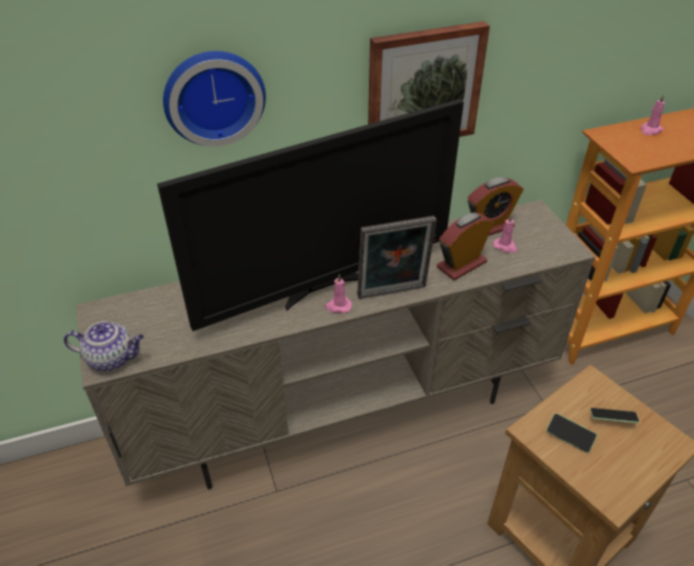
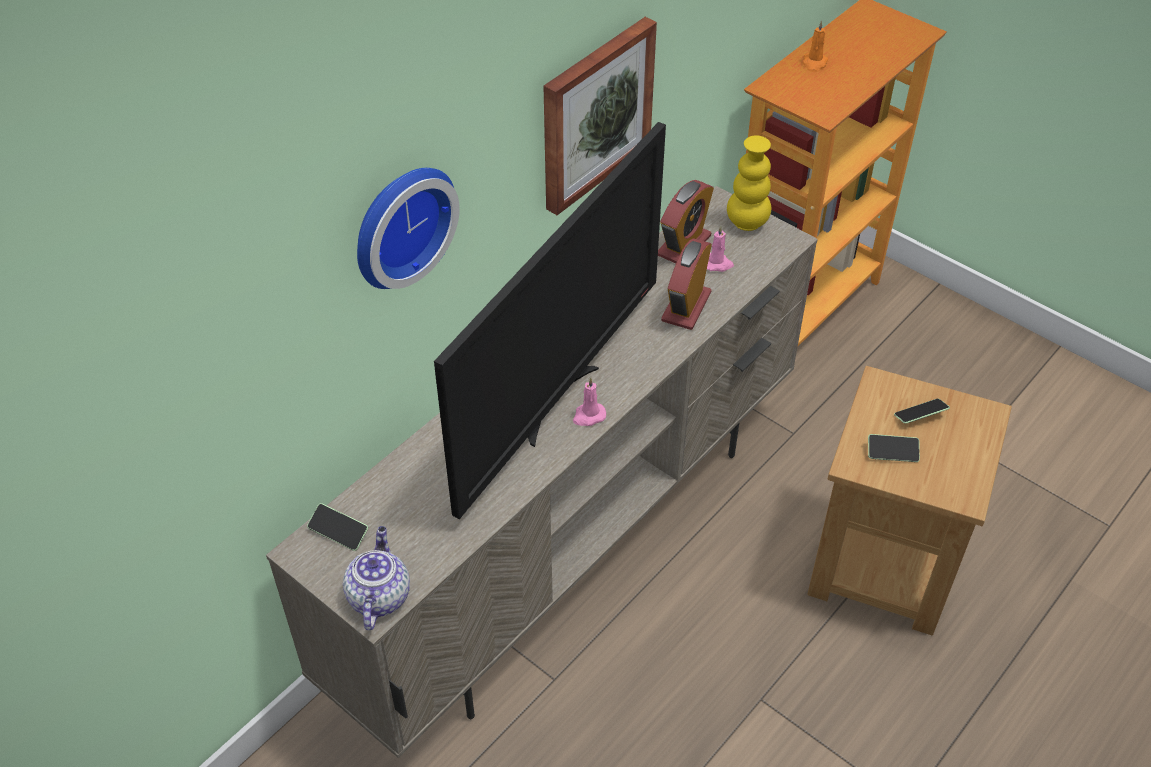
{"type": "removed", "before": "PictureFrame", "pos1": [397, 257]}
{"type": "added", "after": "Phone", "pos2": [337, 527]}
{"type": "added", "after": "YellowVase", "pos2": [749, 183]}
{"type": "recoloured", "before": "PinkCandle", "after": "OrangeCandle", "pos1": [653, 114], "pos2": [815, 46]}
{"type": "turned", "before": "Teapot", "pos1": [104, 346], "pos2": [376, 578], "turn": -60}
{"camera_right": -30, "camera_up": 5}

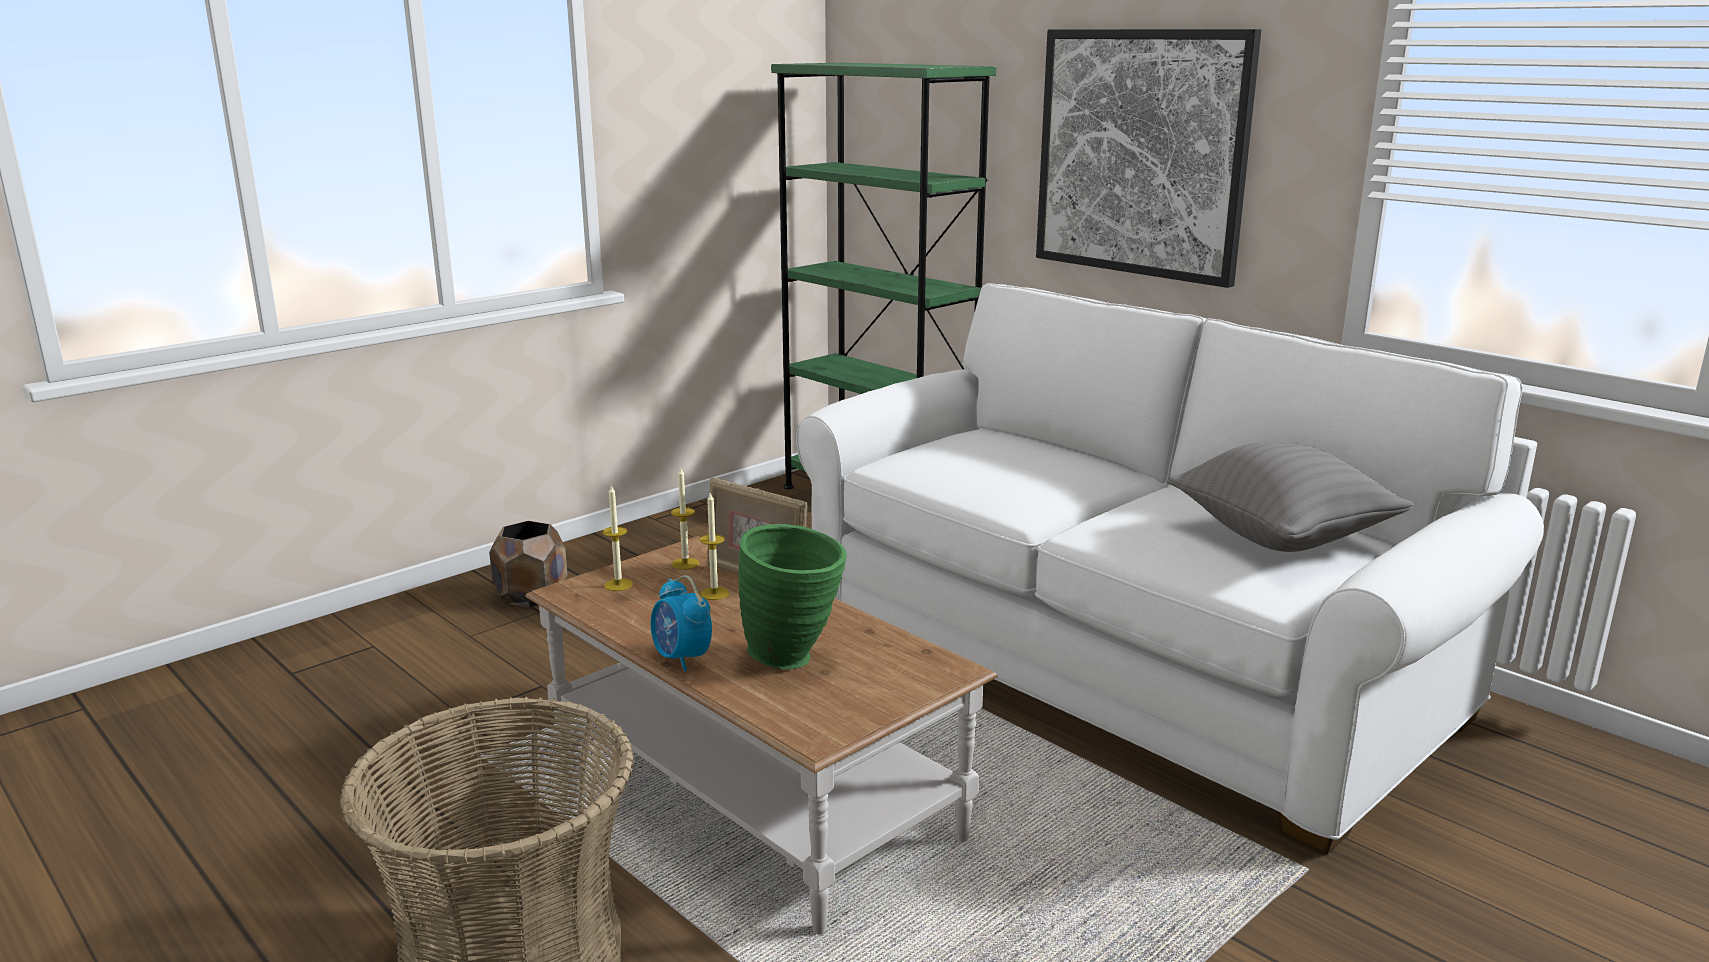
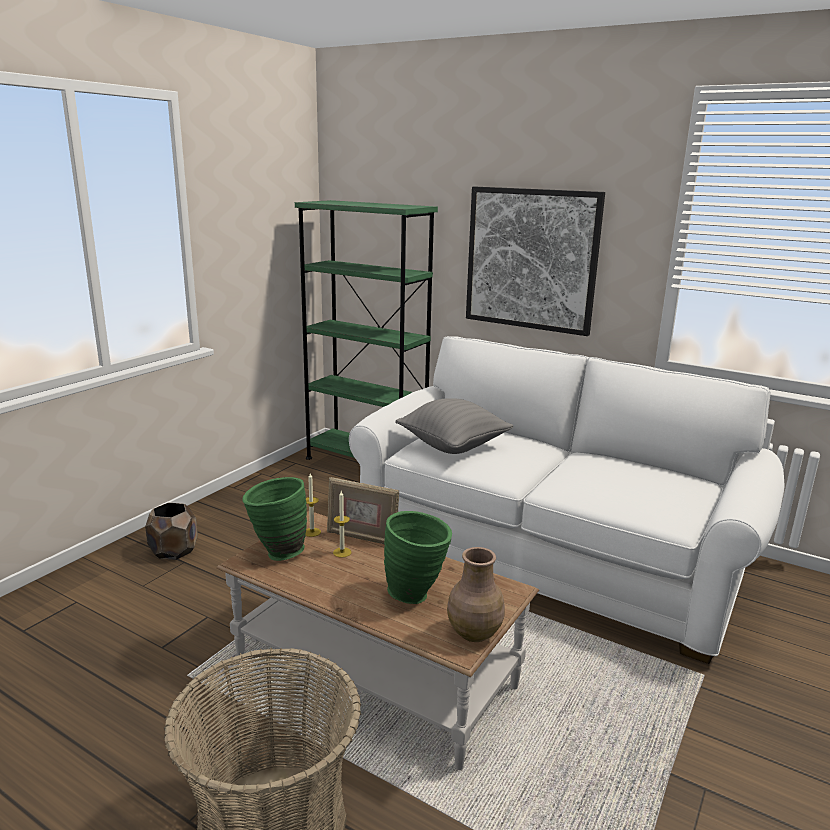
{"type": "removed", "before": "AlarmClock", "pos1": [681, 623]}
{"type": "added", "after": "BrownVase", "pos2": [476, 594]}
{"type": "moved", "before": "GreyPillow", "pos1": [1290, 497], "pos2": [454, 426]}
{"type": "replaced", "before": "Candle", "after": "GreenVase", "pos1": [617, 537], "pos2": [274, 519]}
{"camera_right": -15, "camera_up": 0}

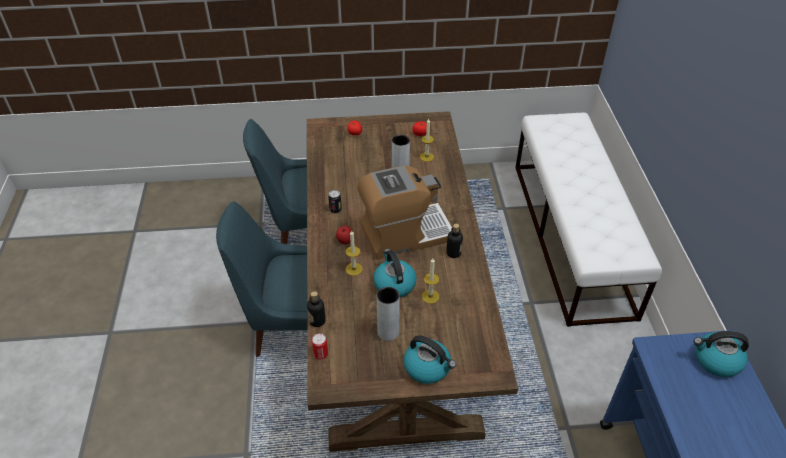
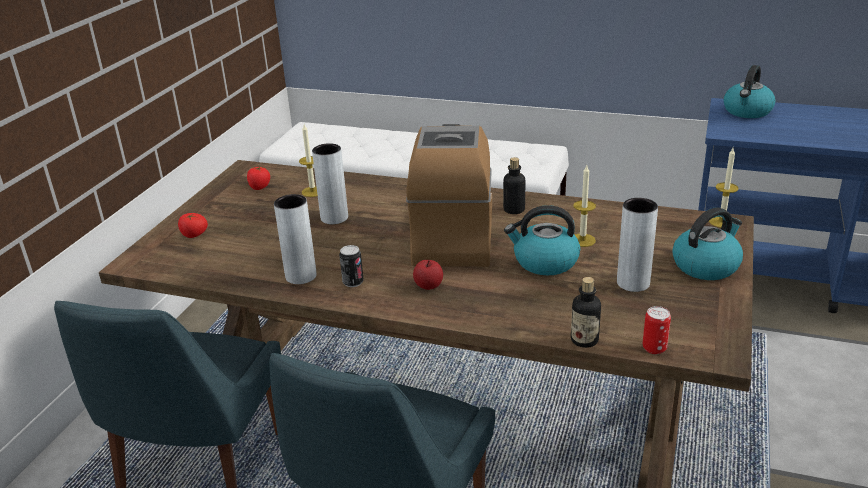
{"type": "added", "after": "GreyVase", "pos2": [295, 239]}
{"type": "moved", "before": "Candle", "pos1": [354, 253], "pos2": [723, 188]}
{"camera_right": -65, "camera_up": -15}

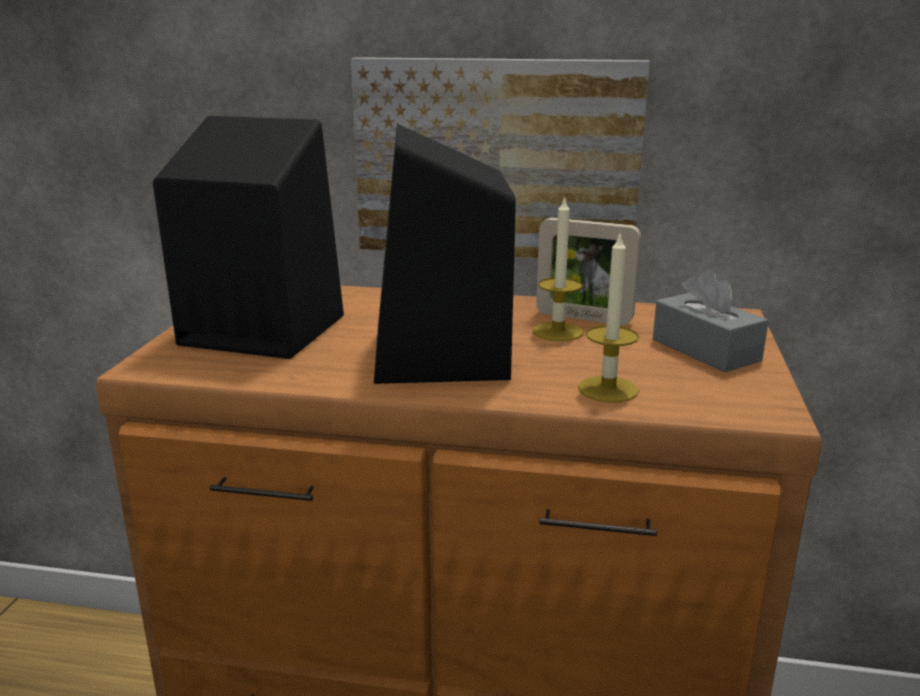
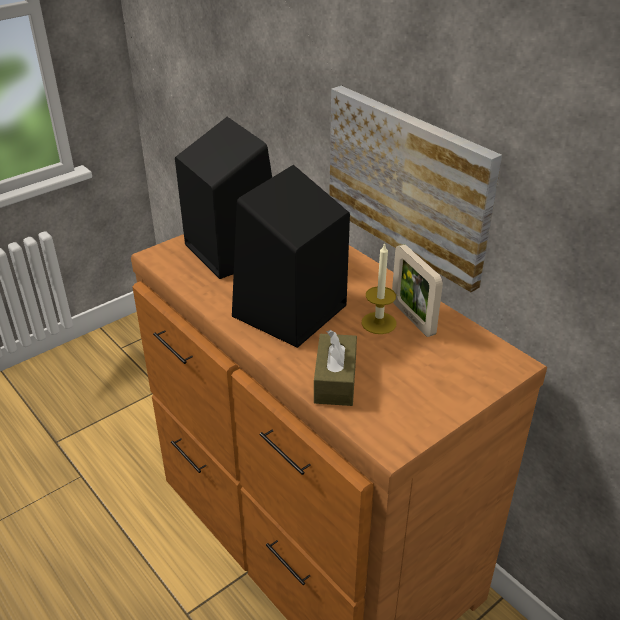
{"type": "removed", "before": "GreyTissueBox", "pos1": [710, 320]}
{"type": "replaced", "before": "Candle", "after": "BrownTissueBox", "pos1": [608, 316], "pos2": [335, 368]}
{"camera_right": 40, "camera_up": 15}

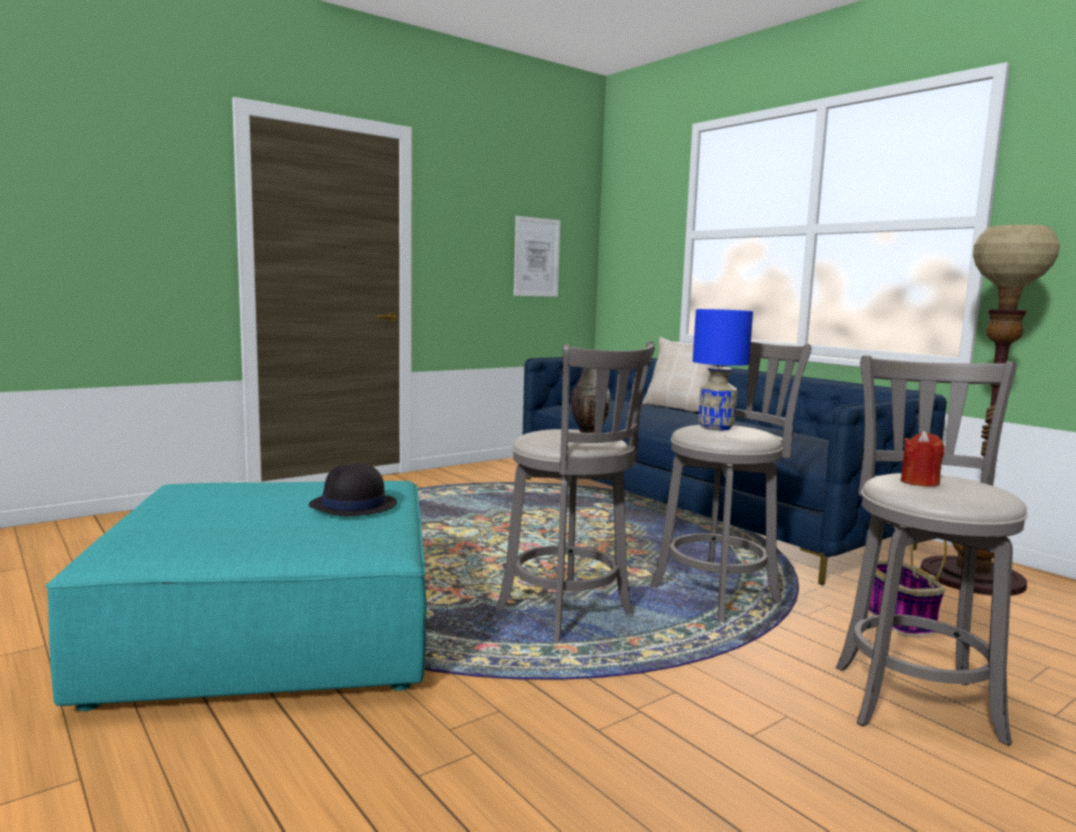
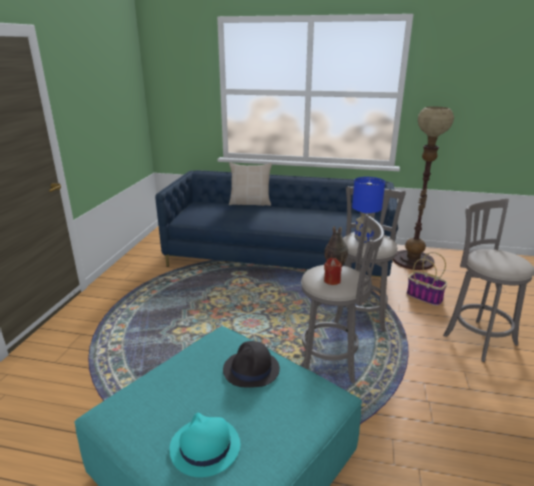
{"type": "removed", "before": "Picture", "pos1": [537, 256]}
{"type": "added", "after": "TurquoiseHat", "pos2": [204, 445]}
{"type": "moved", "before": "RedCandle", "pos1": [923, 459], "pos2": [333, 271]}
{"camera_right": -40, "camera_up": 15}

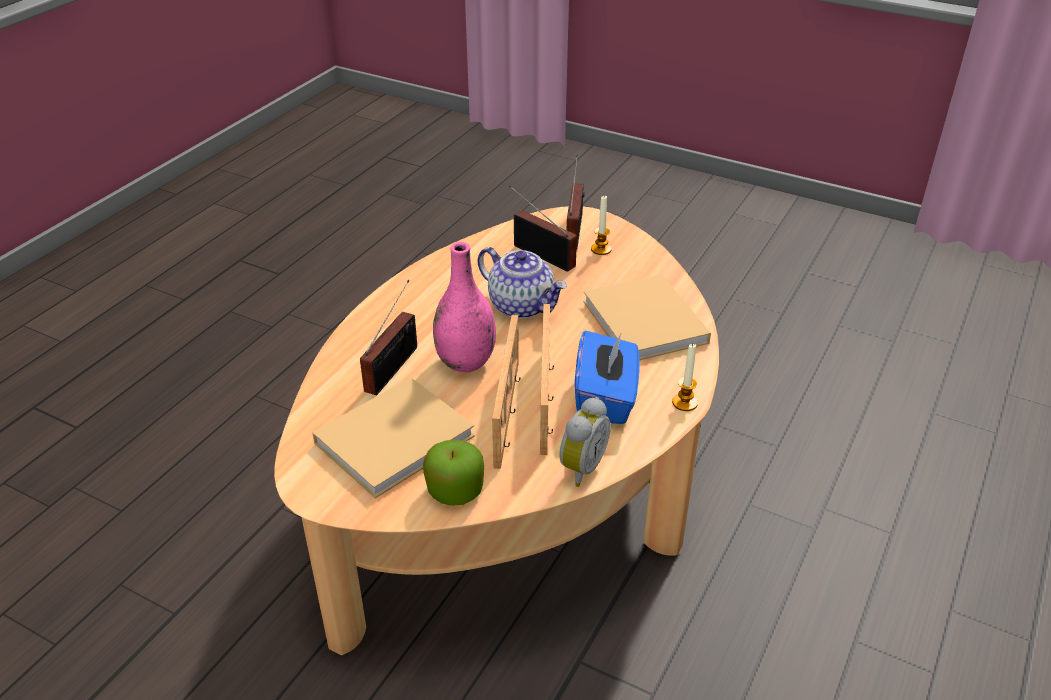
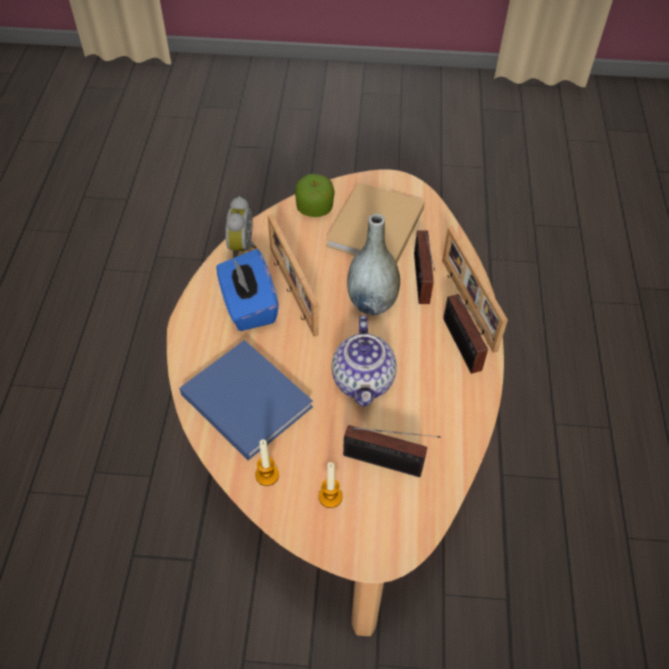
{"type": "moved", "before": "PictureFrame", "pos1": [506, 392], "pos2": [475, 289]}
{"type": "moved", "before": "Radio", "pos1": [576, 202], "pos2": [468, 334]}
{"type": "moved", "before": "Candle", "pos1": [685, 377], "pos2": [267, 462]}
{"type": "recoloured", "before": "PinkVase", "after": "GreyVase", "pos1": [464, 307], "pos2": [373, 264]}
{"type": "recoloured", "before": "BeigeBook", "after": "BlueBook", "pos1": [647, 318], "pos2": [246, 400]}
{"type": "turned", "before": "Teapot", "pos1": [522, 283], "pos2": [364, 361], "turn": -105}
{"camera_right": 155, "camera_up": 15}

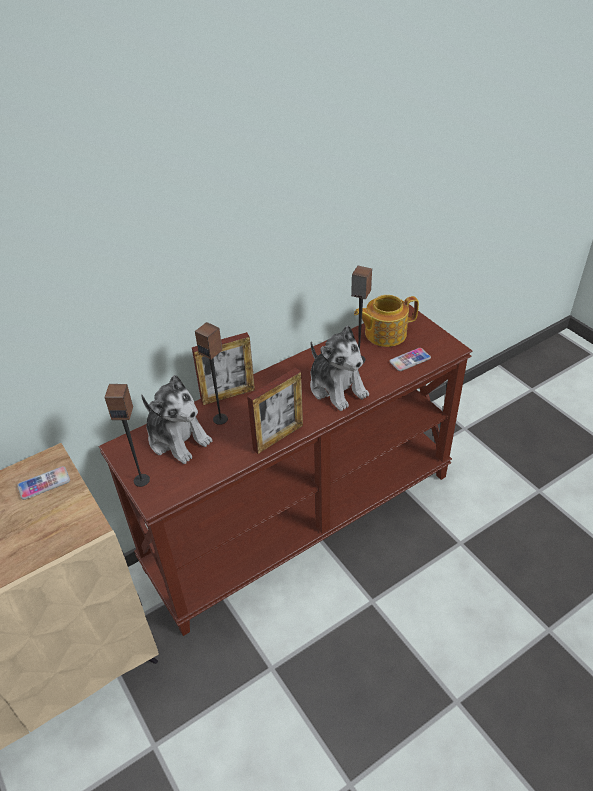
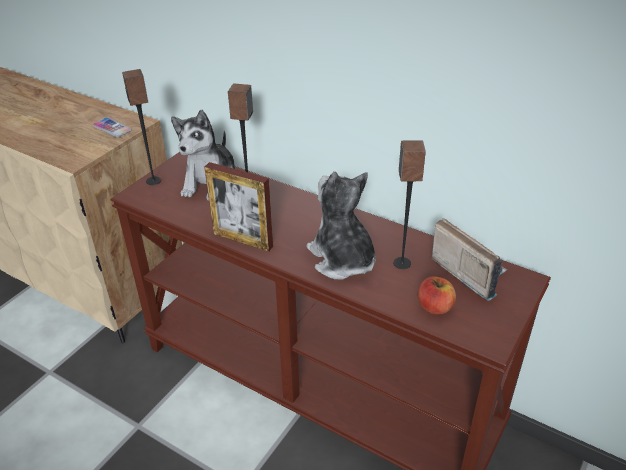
{"type": "removed", "before": "PictureFrame", "pos1": [223, 368]}
{"type": "replaced", "before": "Teapot", "after": "Radio", "pos1": [386, 321], "pos2": [469, 259]}
{"type": "replaced", "before": "Phone", "after": "Apple", "pos1": [410, 359], "pos2": [437, 295]}
{"type": "turned", "before": "PlushToy", "pos1": [339, 368], "pos2": [341, 226], "turn": 120}
{"camera_right": 65, "camera_up": -5}

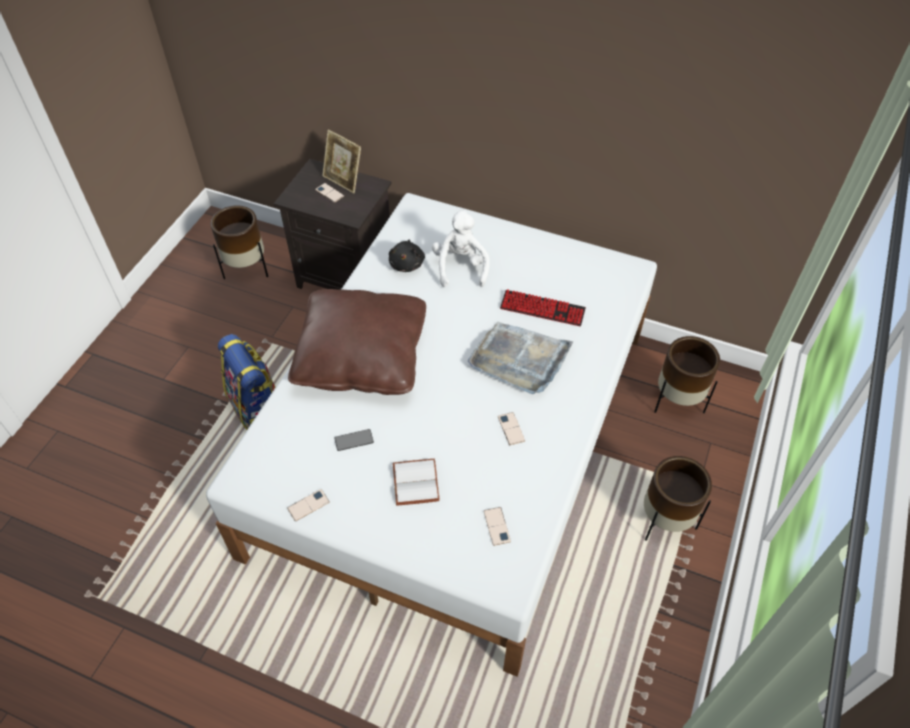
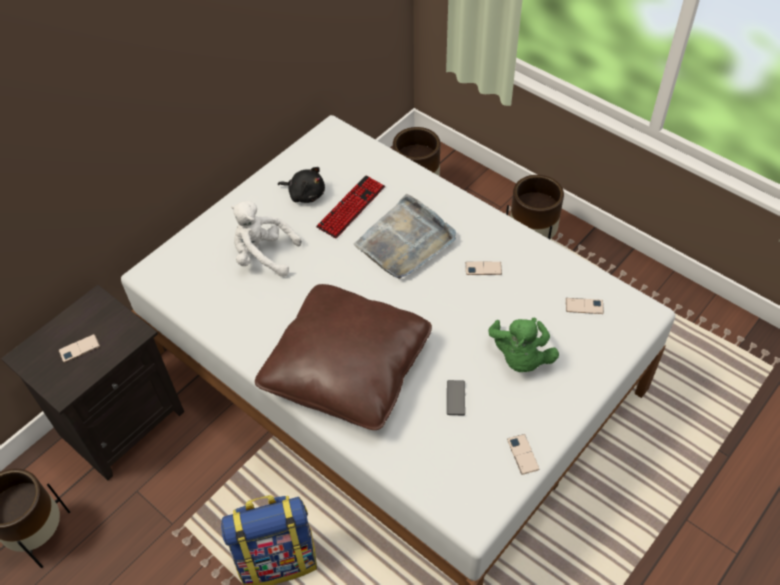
{"type": "removed", "before": "PictureFrame", "pos1": [341, 161]}
{"type": "moved", "before": "BlackPlushToy", "pos1": [407, 256], "pos2": [301, 185]}
{"type": "replaced", "before": "WhiteBook", "after": "GreenPlushToy", "pos1": [416, 482], "pos2": [523, 345]}
{"camera_right": -70, "camera_up": 0}

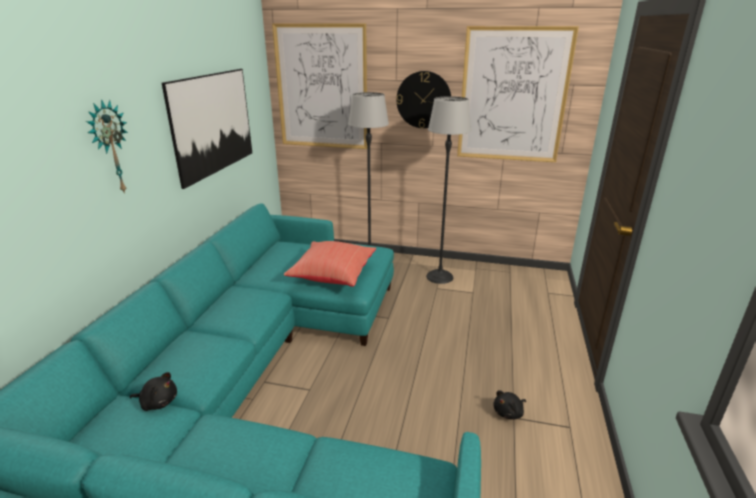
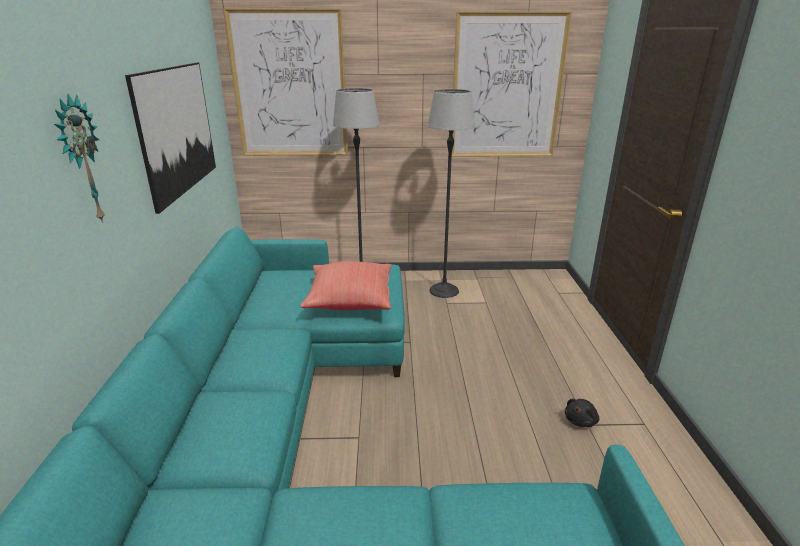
{"type": "removed", "before": "BlackPlushToy", "pos1": [153, 391]}
{"type": "removed", "before": "WallClock", "pos1": [423, 99]}
{"camera_right": -15, "camera_up": 0}

